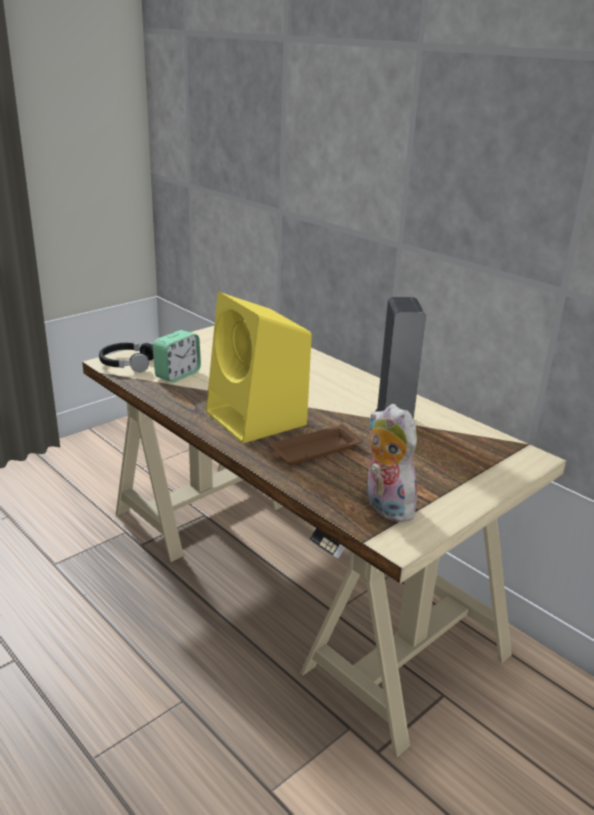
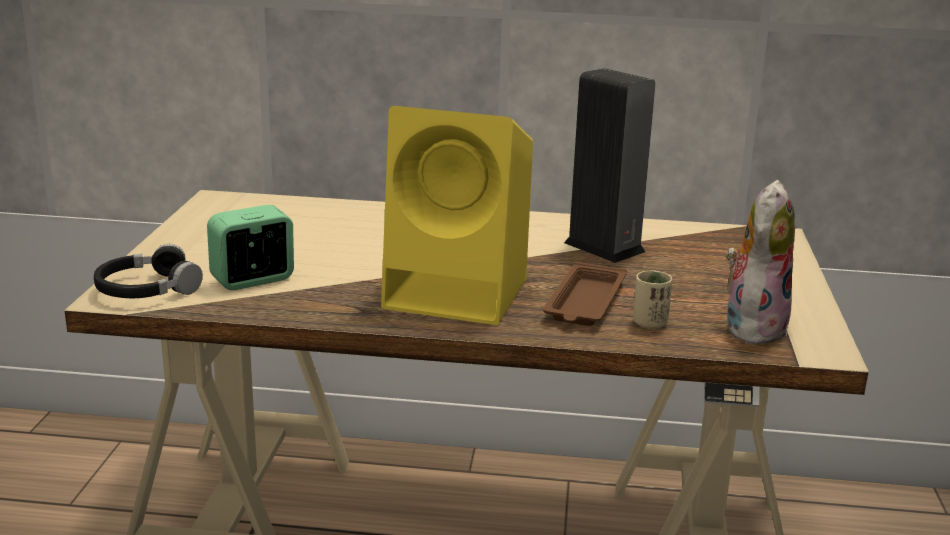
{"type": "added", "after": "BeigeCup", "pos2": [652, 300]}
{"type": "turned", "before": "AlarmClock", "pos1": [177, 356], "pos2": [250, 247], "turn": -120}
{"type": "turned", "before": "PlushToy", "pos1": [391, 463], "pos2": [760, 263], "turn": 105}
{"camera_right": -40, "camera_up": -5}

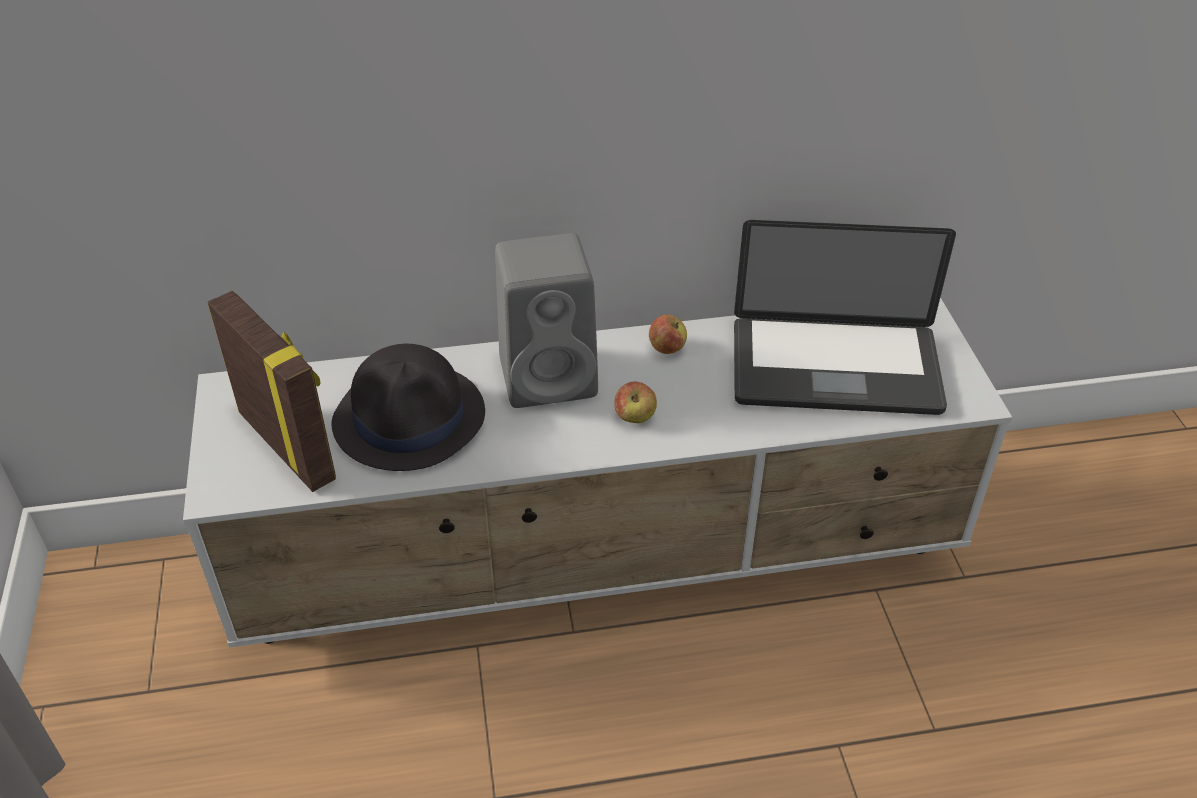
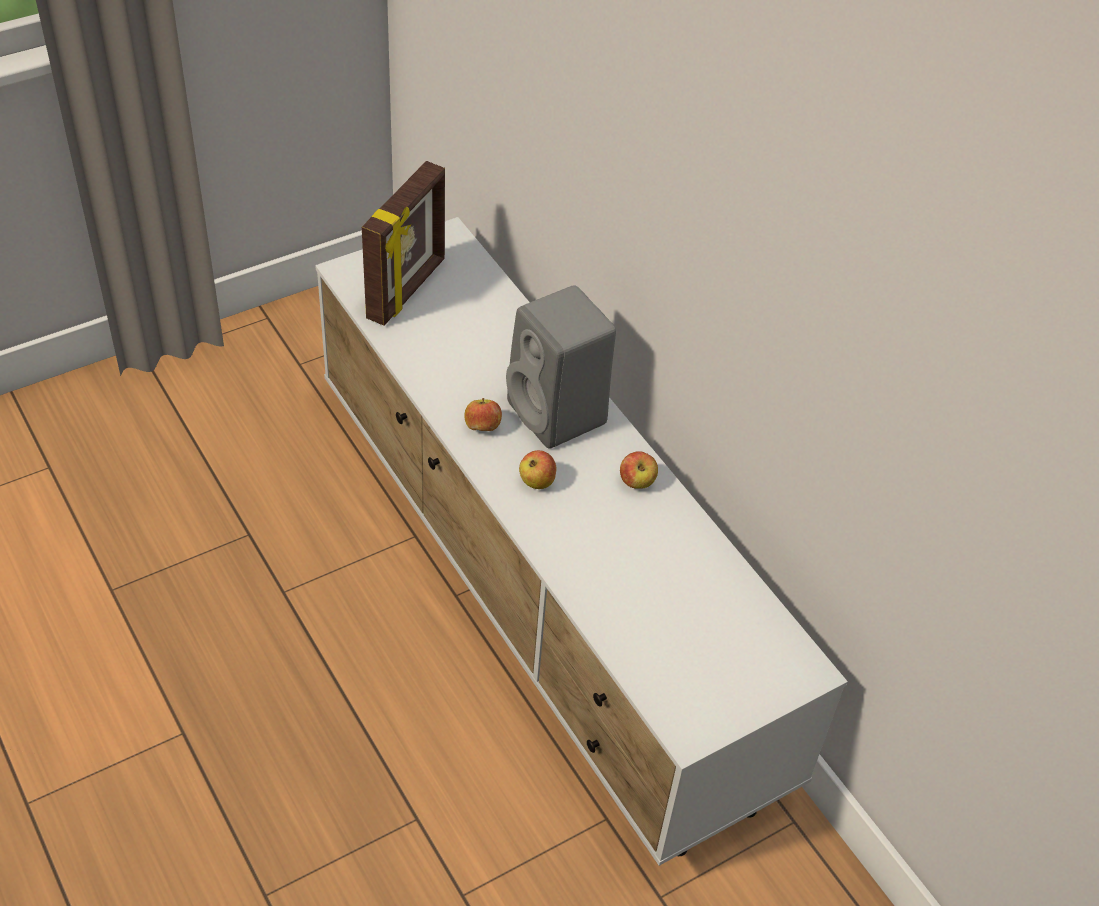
{"type": "removed", "before": "BlackHat", "pos1": [408, 407]}
{"type": "removed", "before": "Laptop", "pos1": [845, 317]}
{"type": "added", "after": "Apple", "pos2": [483, 414]}
{"camera_right": 65, "camera_up": 5}

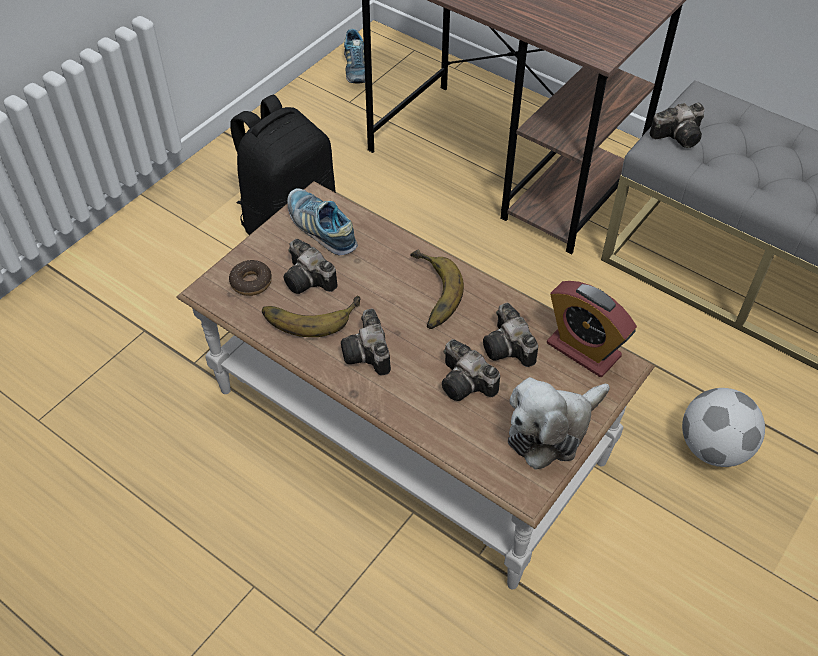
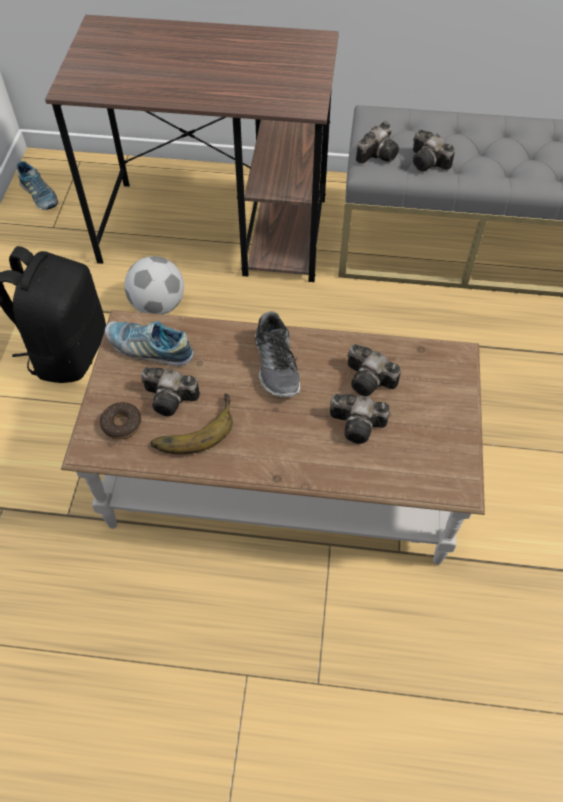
{"type": "removed", "before": "PlushToy", "pos1": [559, 423]}
{"type": "removed", "before": "AlarmClock", "pos1": [592, 329]}
{"type": "moved", "before": "PhotoCamera", "pos1": [366, 342], "pos2": [434, 150]}
{"type": "moved", "before": "Football", "pos1": [723, 427], "pos2": [154, 285]}
{"type": "replaced", "before": "Banana", "after": "Shoe", "pos1": [437, 289], "pos2": [277, 354]}
{"camera_right": -30, "camera_up": 5}

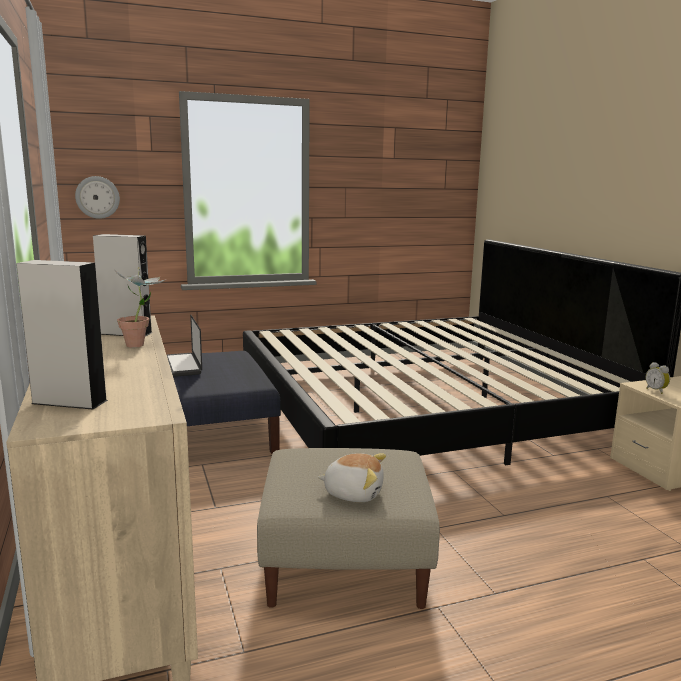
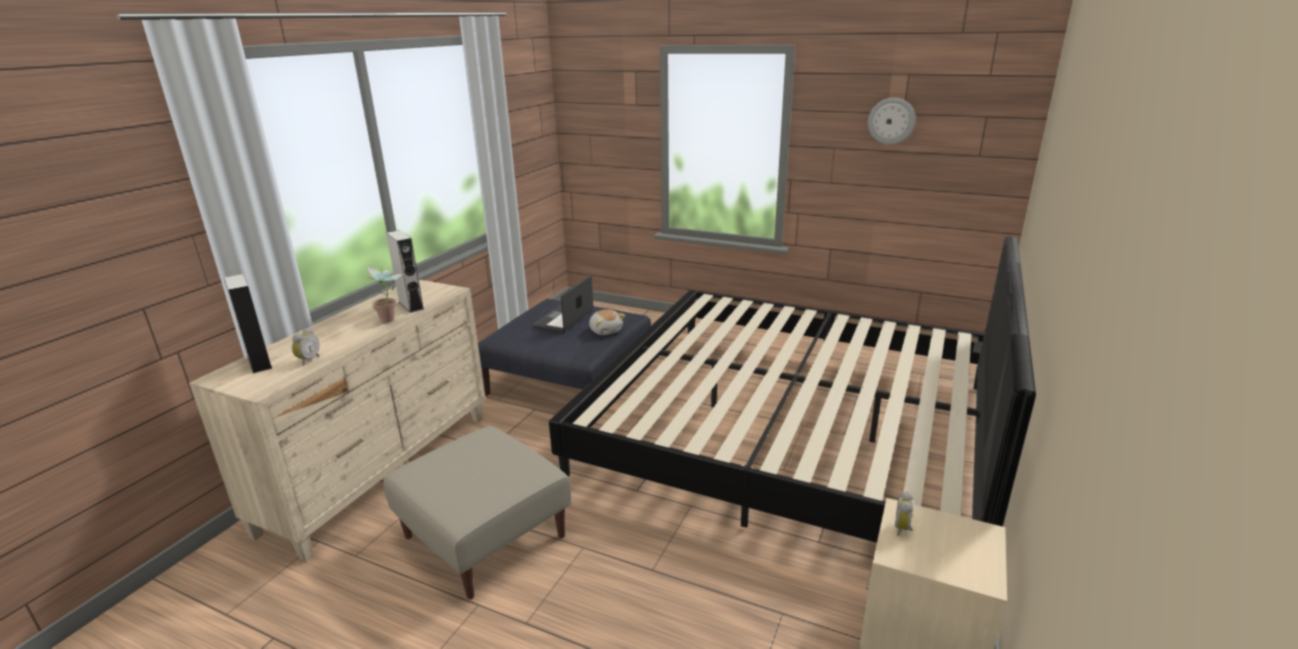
{"type": "added", "after": "AlarmClock", "pos2": [305, 346]}
{"type": "moved", "before": "WallClock", "pos1": [97, 197], "pos2": [892, 121]}
{"type": "moved", "before": "PlushToy", "pos1": [352, 477], "pos2": [607, 322]}
{"camera_right": 45, "camera_up": 10}

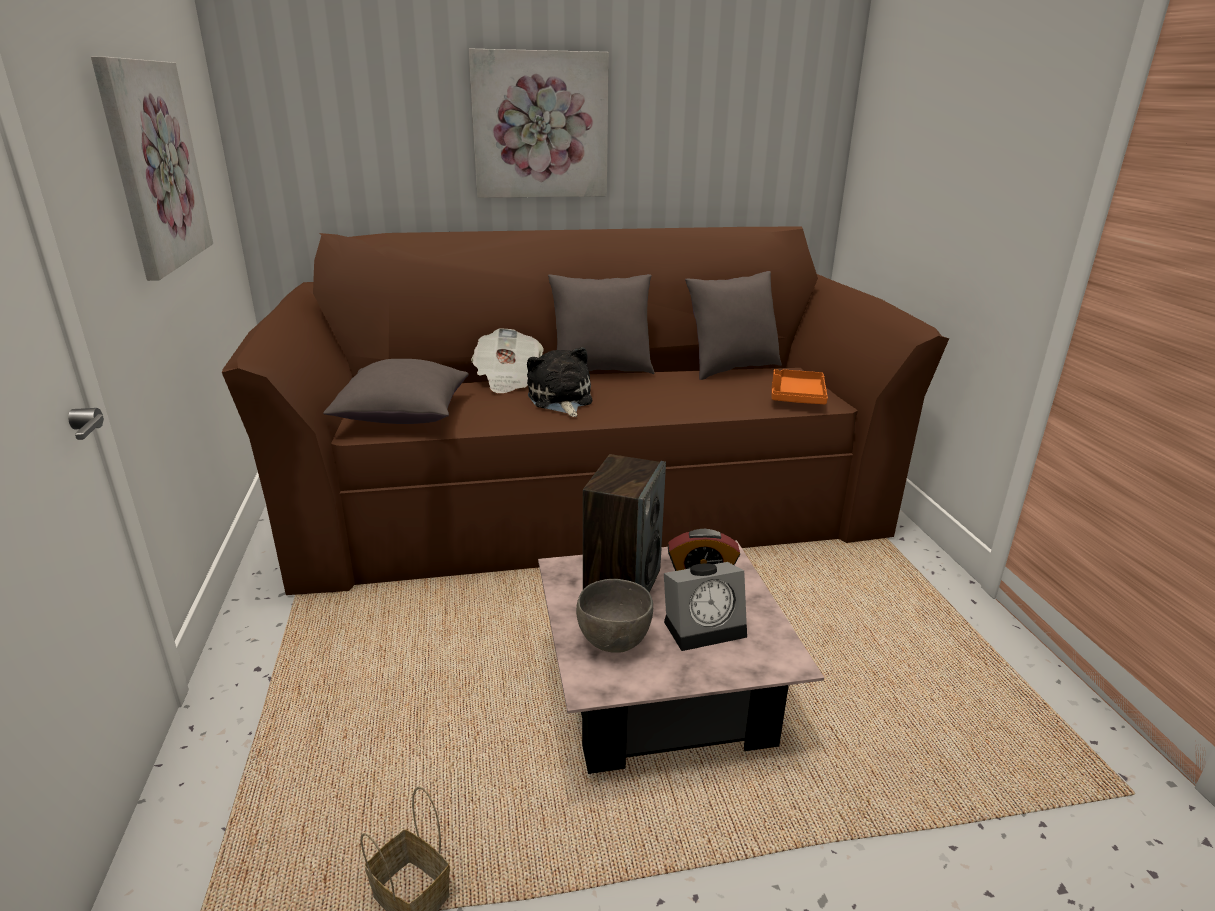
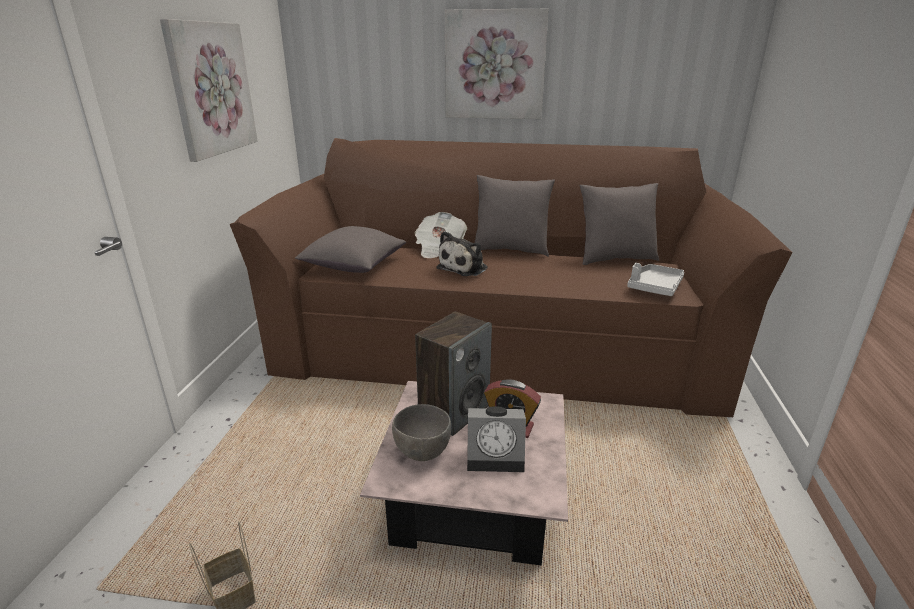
{"type": "recoloured", "before": "OrangeTray", "after": "GreyTray", "pos1": [800, 386], "pos2": [656, 279]}
{"type": "turned", "before": "PlushToy", "pos1": [559, 382], "pos2": [462, 253], "turn": -150}
{"camera_right": 20, "camera_up": 0}

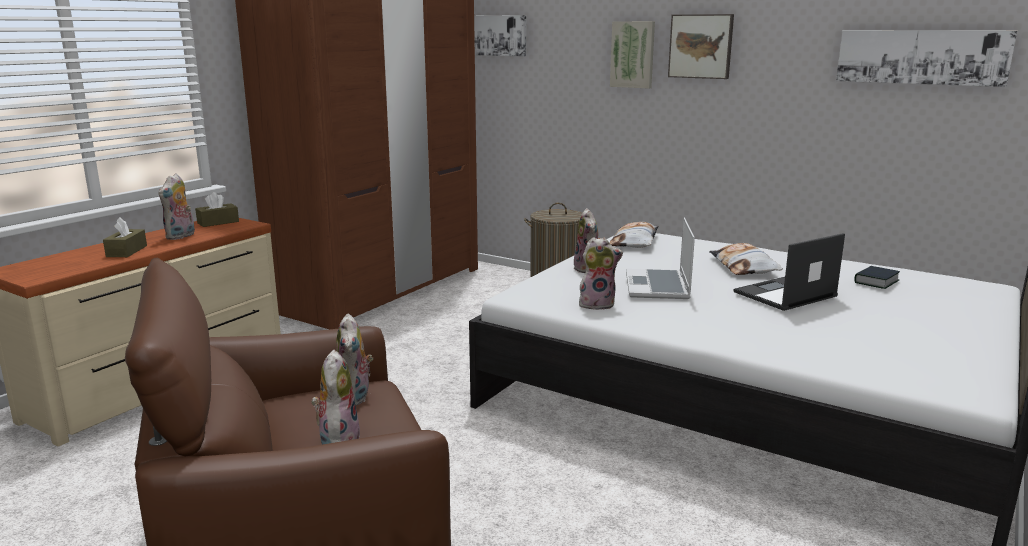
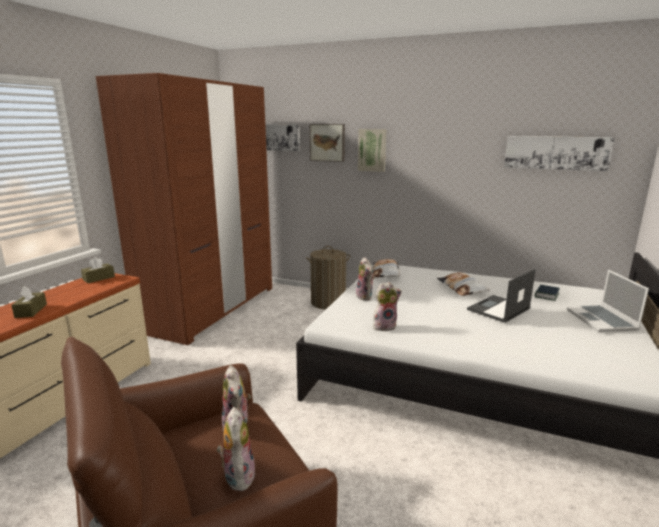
{"type": "removed", "before": "PlushToy", "pos1": [176, 206]}
{"type": "moved", "before": "Laptop", "pos1": [660, 258], "pos2": [607, 301]}
{"type": "moved", "before": "Picture", "pos1": [701, 46], "pos2": [327, 143]}
{"camera_right": -10, "camera_up": 0}

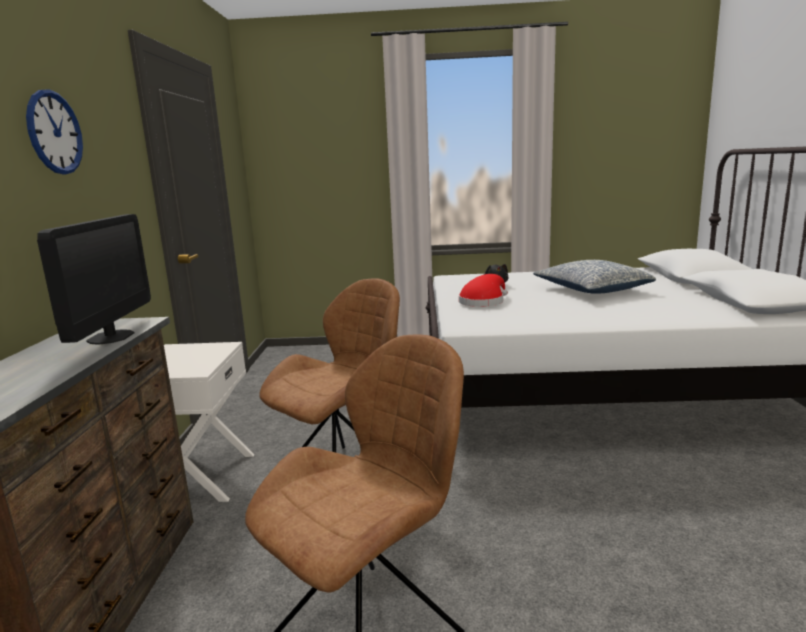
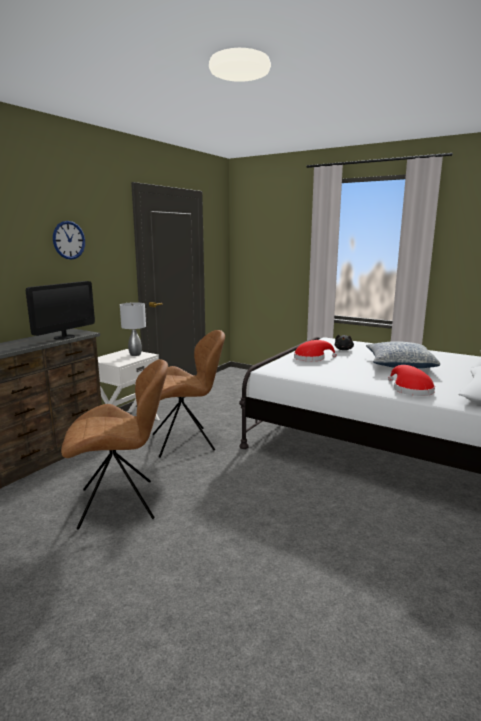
{"type": "added", "after": "GreyTableLamp", "pos2": [133, 329]}
{"type": "added", "after": "RedHat", "pos2": [411, 380]}
{"camera_right": 30, "camera_up": 0}

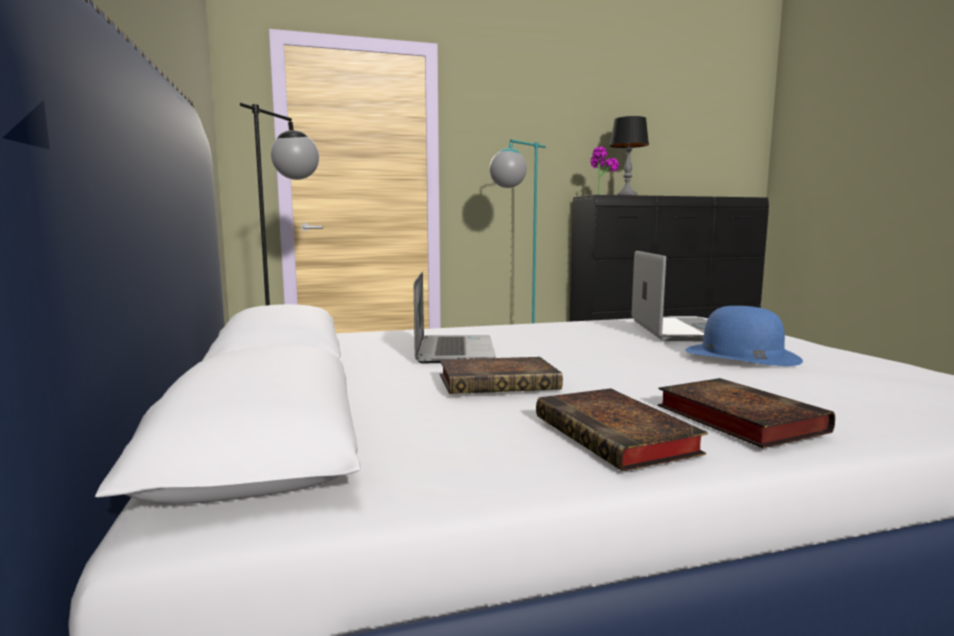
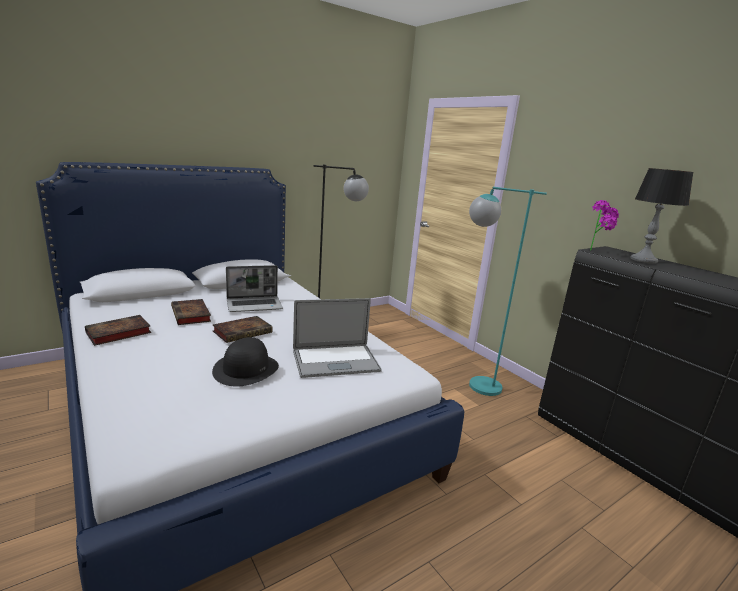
{"type": "moved", "before": "Book", "pos1": [746, 413], "pos2": [243, 329]}
{"type": "recoloured", "before": "BlueHat", "after": "BlackHat", "pos1": [744, 336], "pos2": [245, 361]}
{"camera_right": 70, "camera_up": 10}

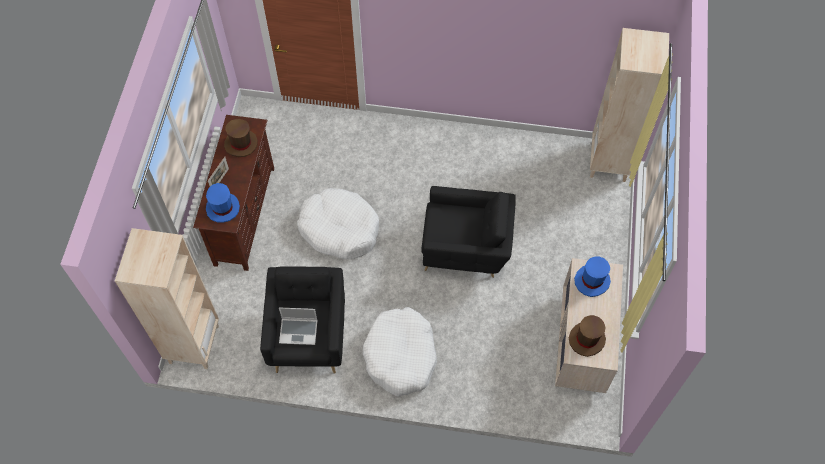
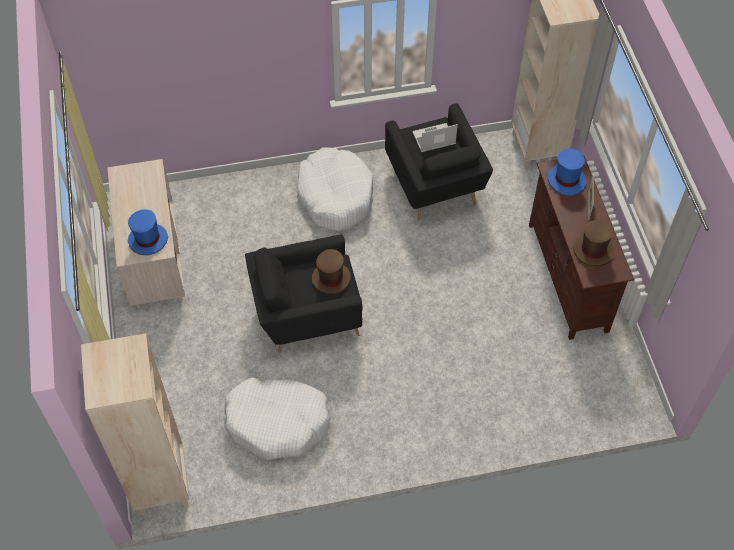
{"type": "moved", "before": "WhiteDogBed", "pos1": [338, 223], "pos2": [278, 418]}
{"type": "moved", "before": "BrownHat", "pos1": [587, 336], "pos2": [331, 271]}
{"camera_right": 160, "camera_up": -5}

